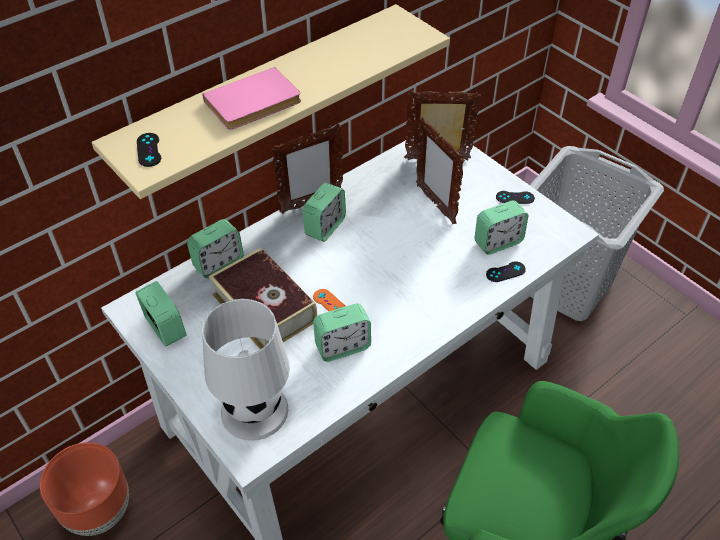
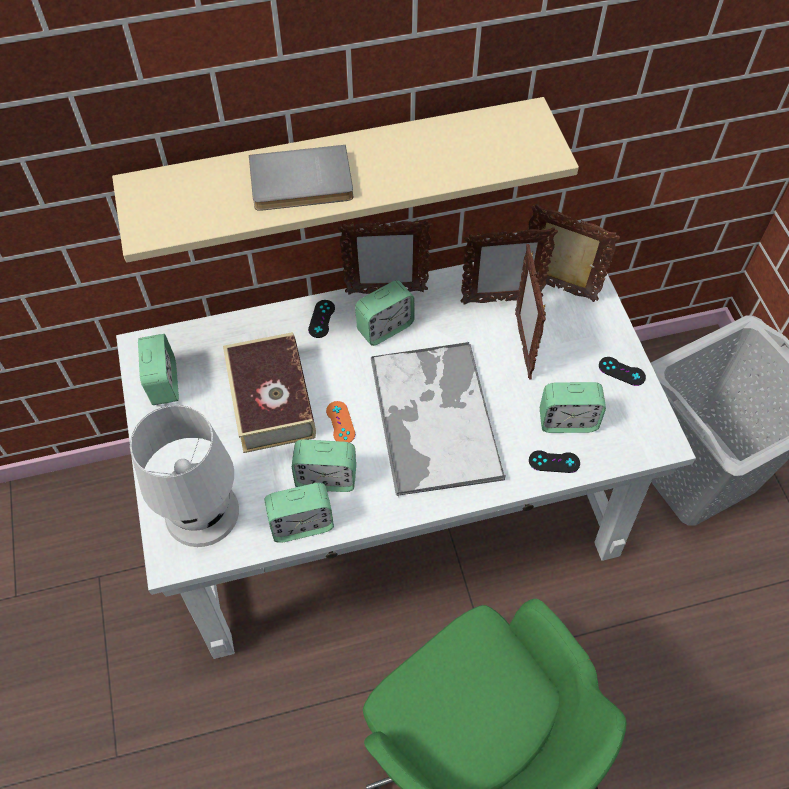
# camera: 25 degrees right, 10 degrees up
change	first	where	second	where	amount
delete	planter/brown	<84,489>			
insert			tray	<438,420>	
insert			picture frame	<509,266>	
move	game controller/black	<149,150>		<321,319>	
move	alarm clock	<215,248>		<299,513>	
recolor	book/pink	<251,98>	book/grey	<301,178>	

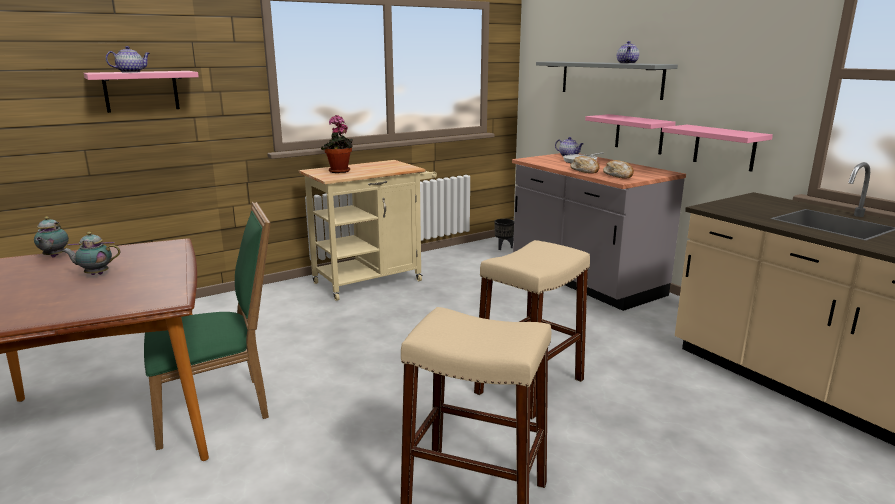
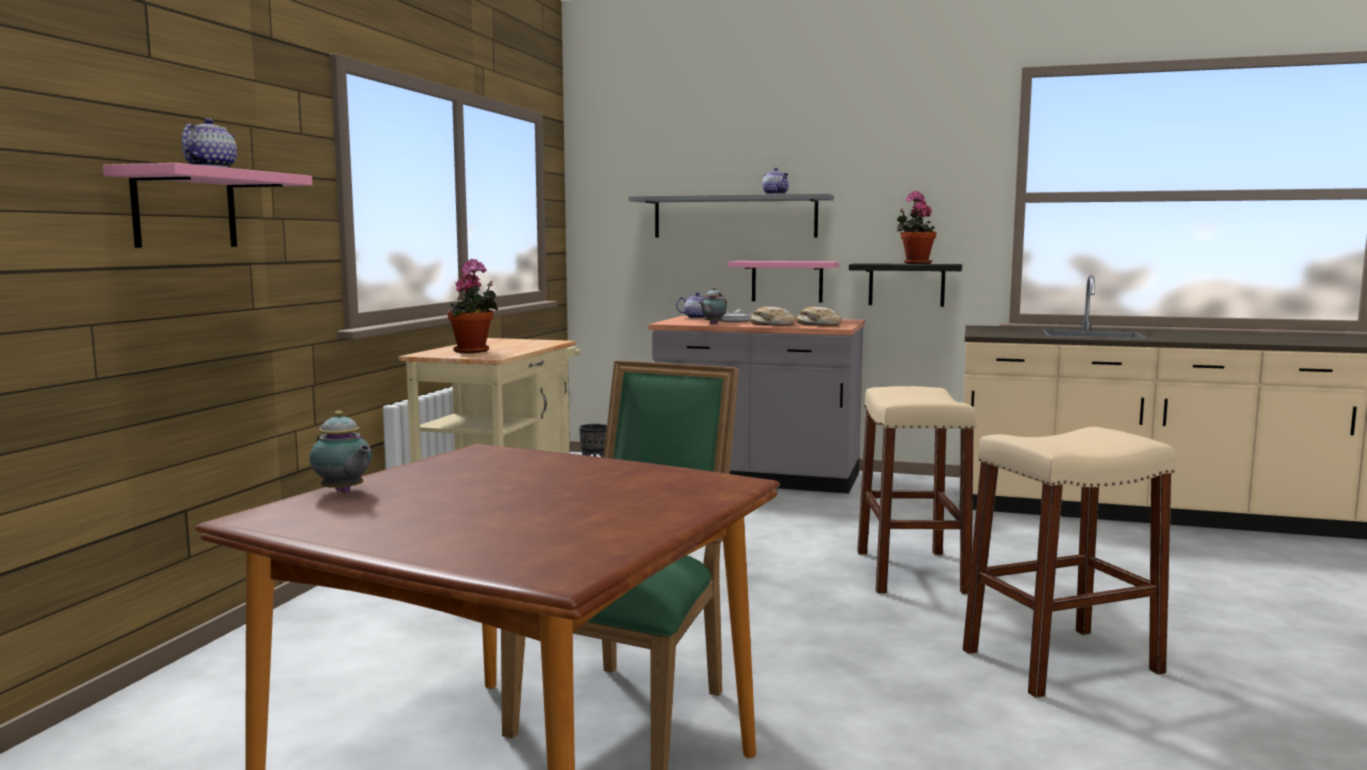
# camera: 40 degrees left, 10 degrees down
change	first	where	second	where	amount
insert			potted plant	<917,227>	
move	teapot	<92,253>		<713,305>	
recolor	shelf/pink	<717,148>	shelf/black	<905,285>	

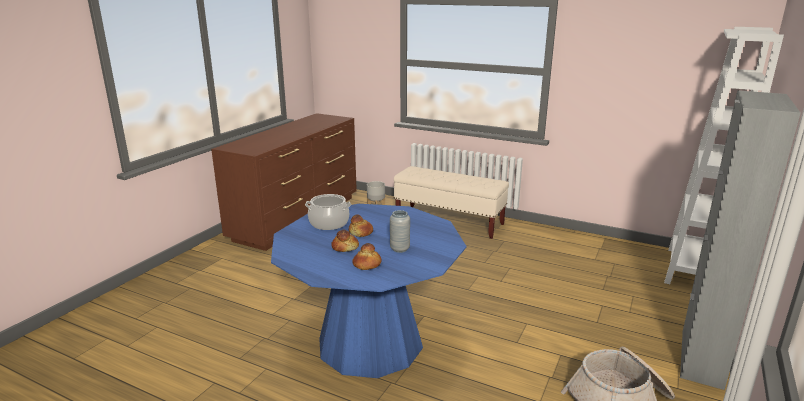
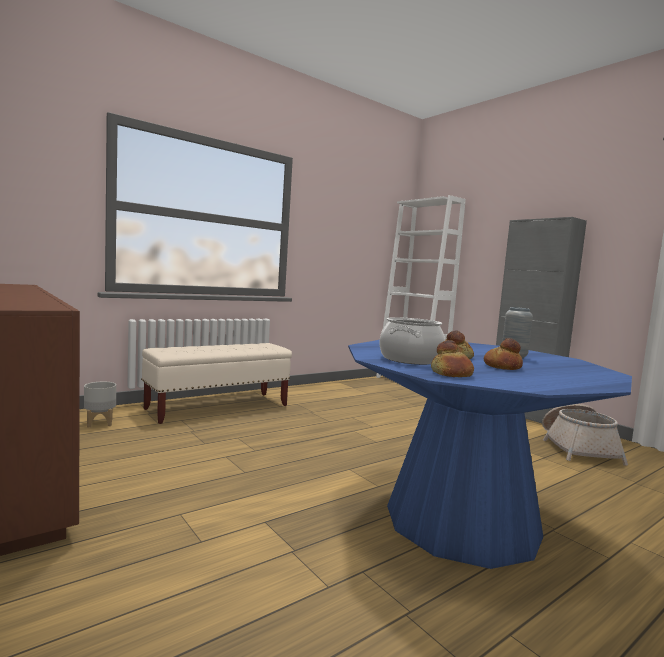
# camera: 65 degrees left, 15 degrees down
change	first	where	second	where	amount
move	bread	<367,256>		<452,358>	

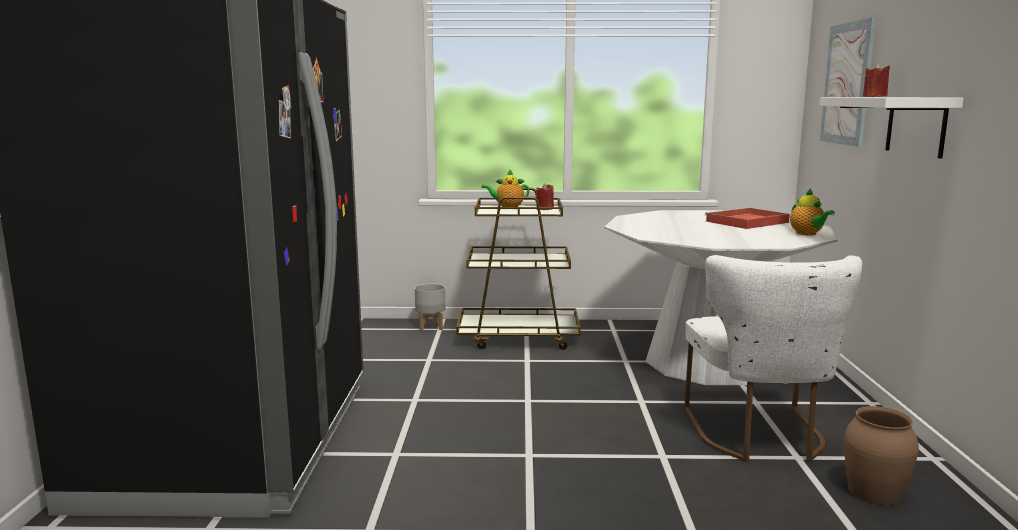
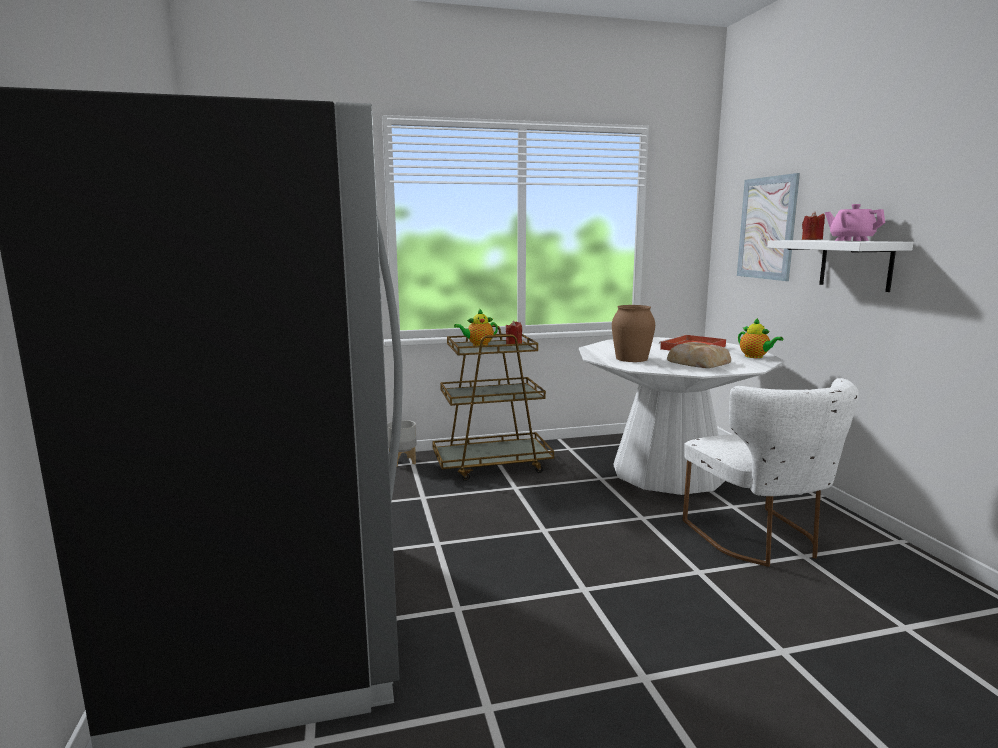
# camera: 15 degrees left, 0 degrees up
change	first	where	second	where	amount
insert			bread	<699,355>	
insert			teapot/pink	<855,222>	
move	vase/brown	<881,455>		<633,333>	

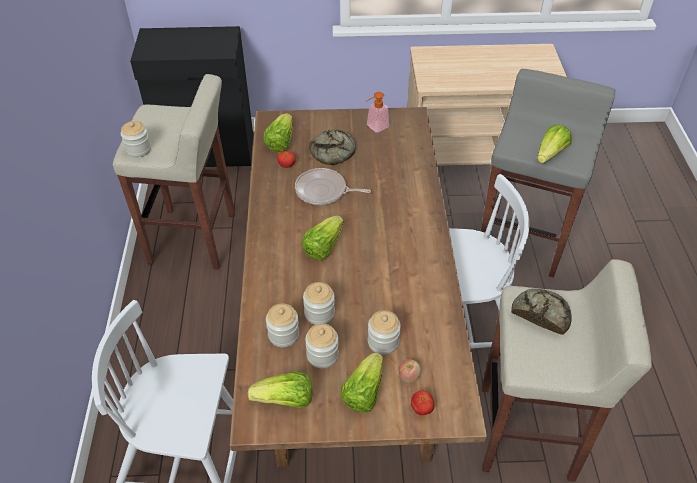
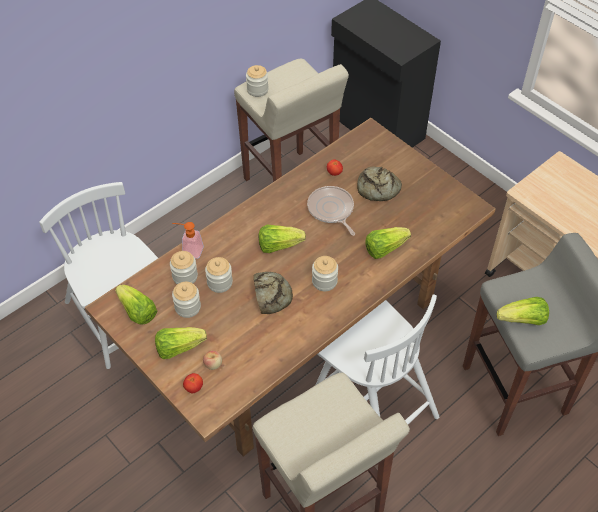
# camera: 50 degrees right, 5 degrees up
change	first	where	second	where	amount
move	lettuce	<277,132>		<388,243>	
move	soap dispenser	<377,112>		<188,240>	
move	jar	<384,332>		<325,273>	
move	bread	<541,312>		<273,293>	

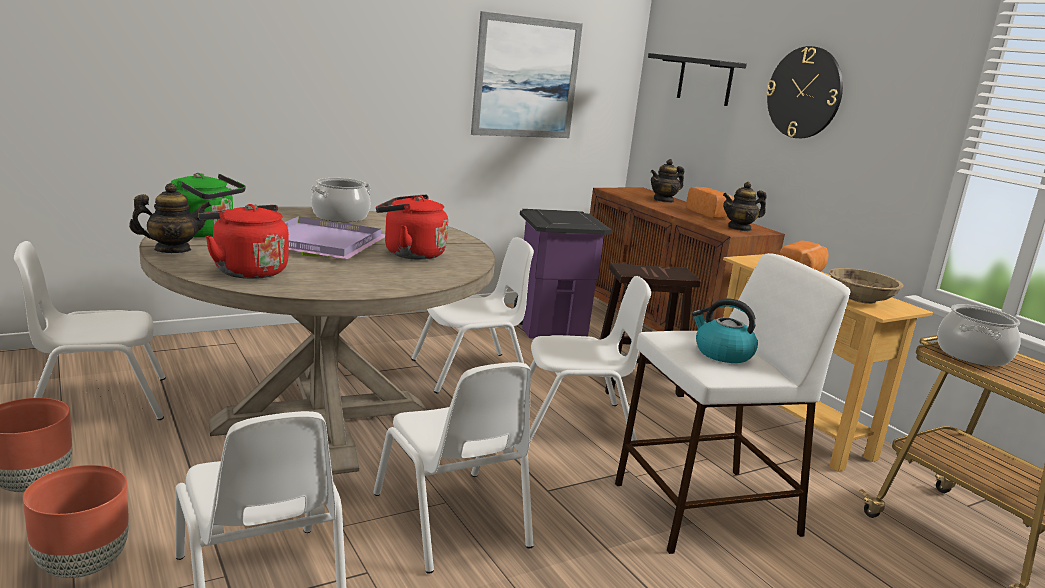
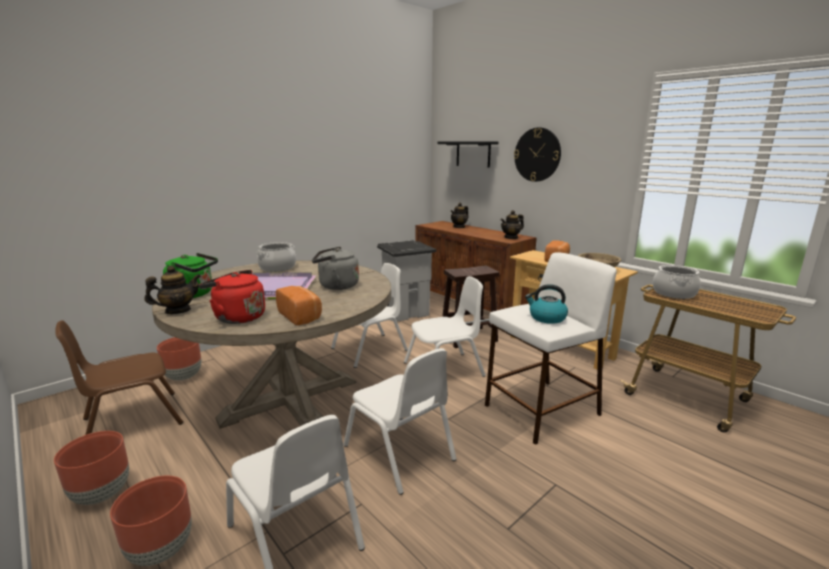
# camera: 10 degrees left, 0 degrees up
change	first	where	second	where	amount
delete	picture	<527,74>			
insert			planter/brown	<179,359>	
move	bread	<710,203>		<299,306>	
recolor	chair/white	<90,330>	chair/brown	<119,377>	
recolor	kettle/red	<412,227>	kettle/grey	<335,268>	
recolor	trash can/purple	<563,274>	trash can/grey	<407,280>	

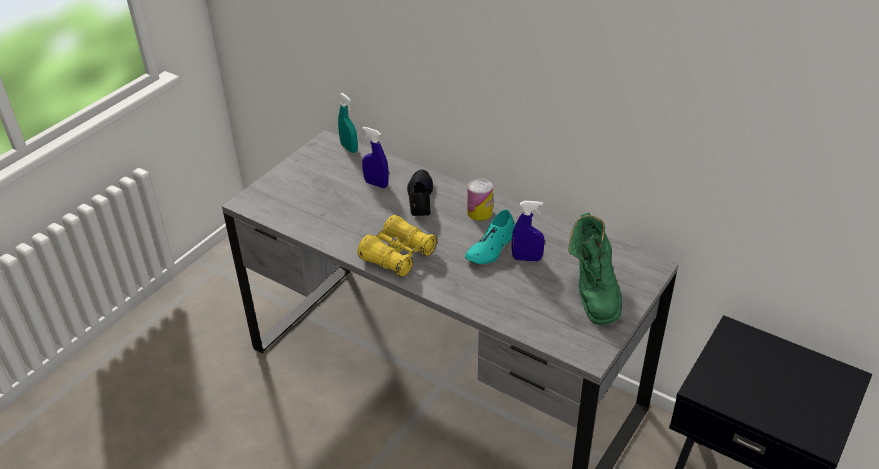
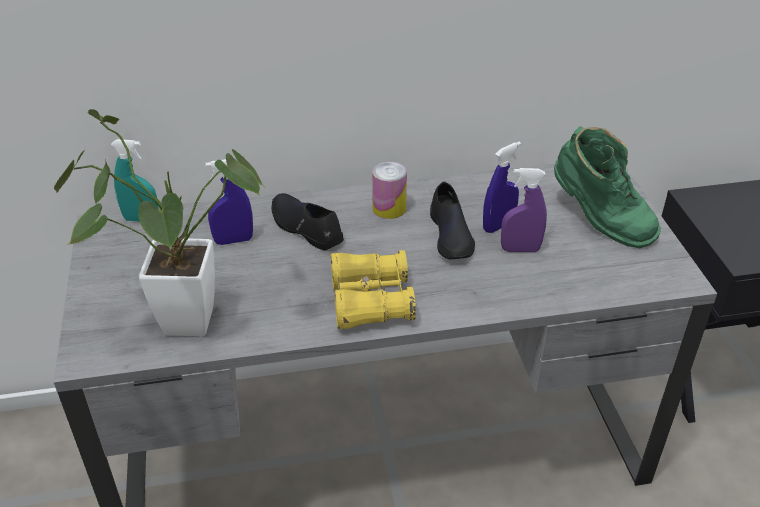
# camera: 45 degrees left, 0 degrees up
change	first	where	second	where	amount
insert			potted plant	<159,222>	
insert			spray bottle/purple	<524,210>	
recolor	shoe/turquoise	<490,236>	shoe/black	<452,220>	

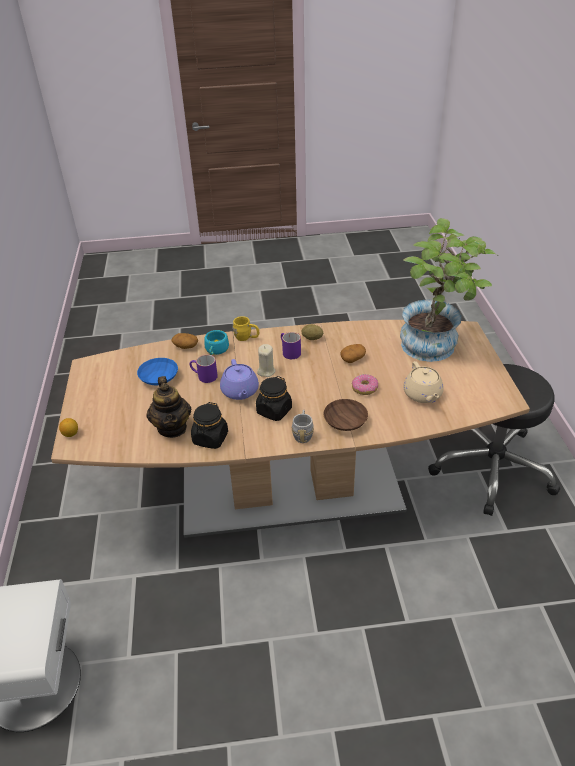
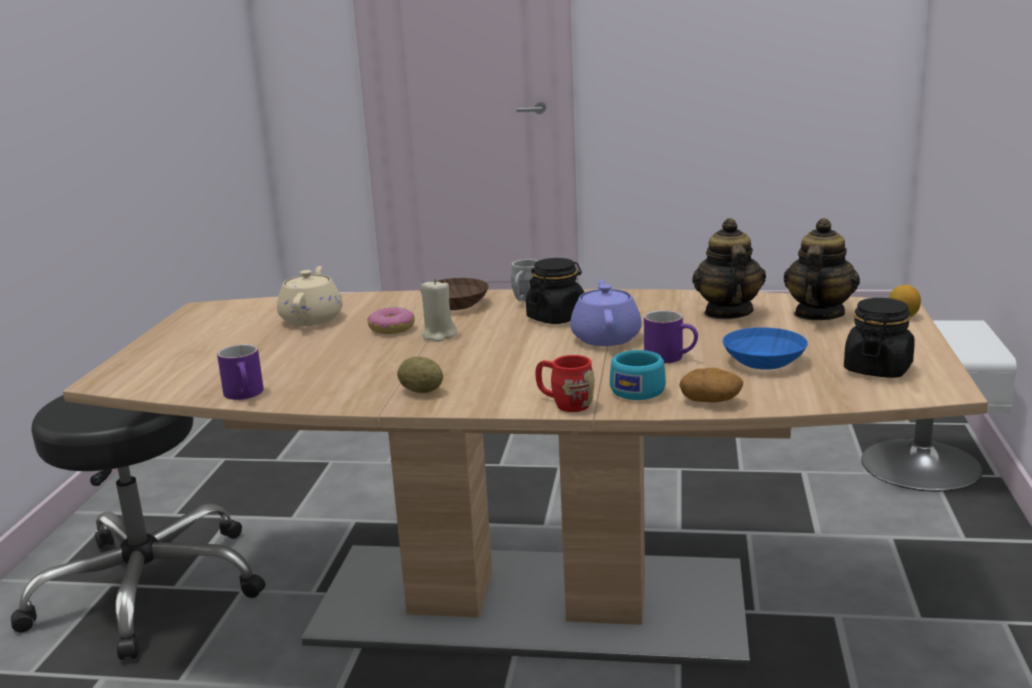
# camera: 165 degrees left, 20 degrees down
change	first	where	second	where	amount
delete	potato	<353,353>			
delete	potted plant	<448,290>			
insert			teapot	<822,269>	
move	jar/black	<209,425>		<879,338>	
move	candle/beige	<266,360>		<439,310>	
move	mug/purple	<291,345>		<240,372>	
recolor	mug/yellow	<246,328>	mug/red	<565,383>	

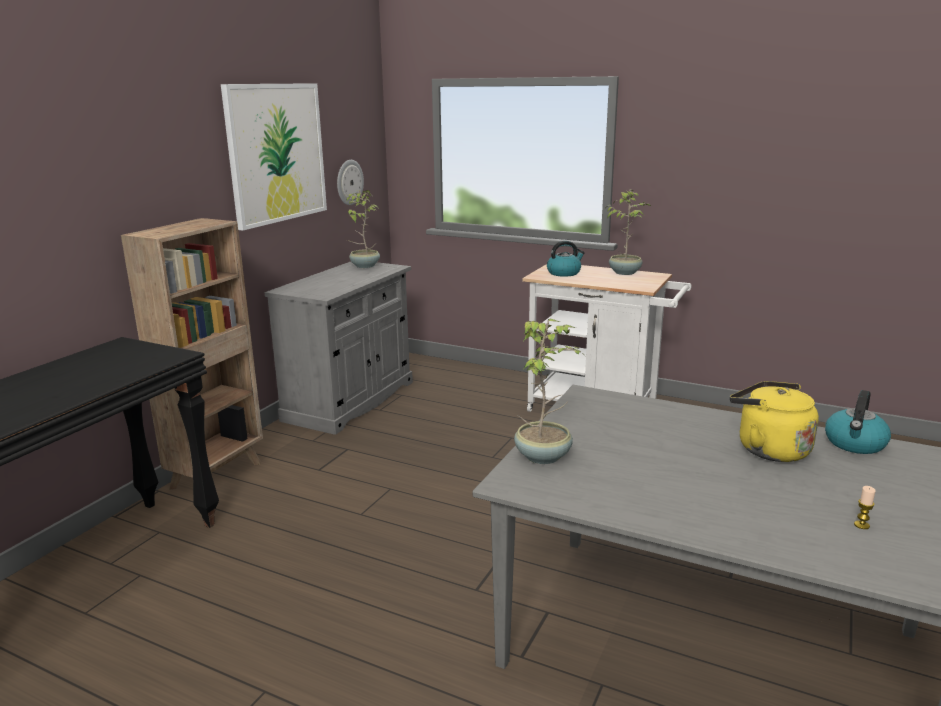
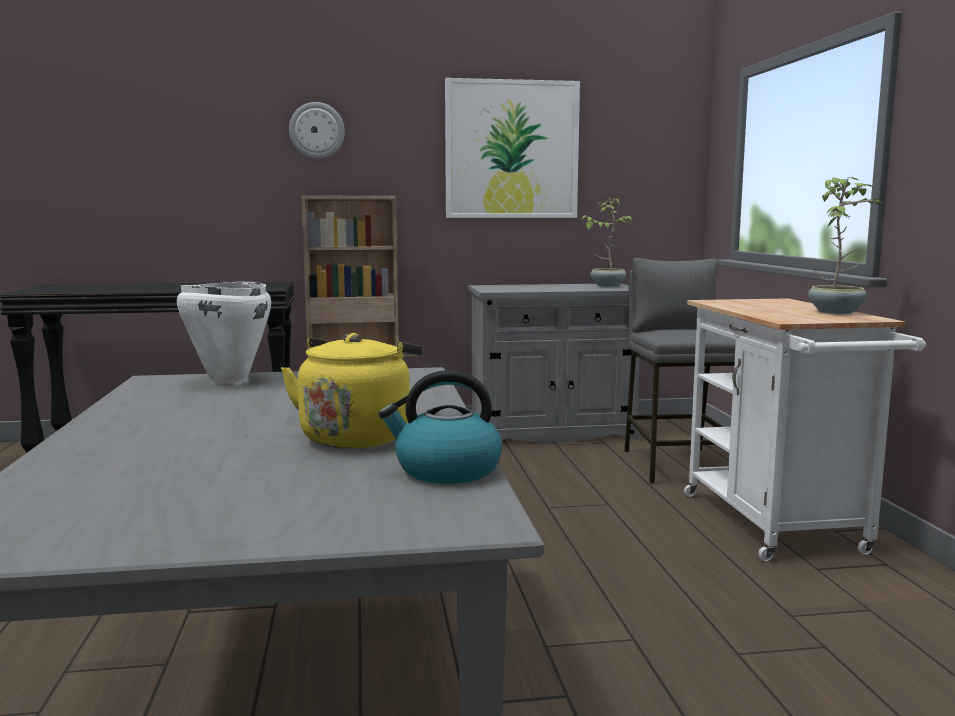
# camera: 55 degrees right, 10 degrees down
change	first	where	second	where	amount
delete	kettle	<566,259>			
delete	candle	<865,507>			
insert			stool/grey	<680,371>	
move	wall clock	<350,182>		<317,130>	
replace	potted plant	<549,391>	cooking pot/white	<224,332>	

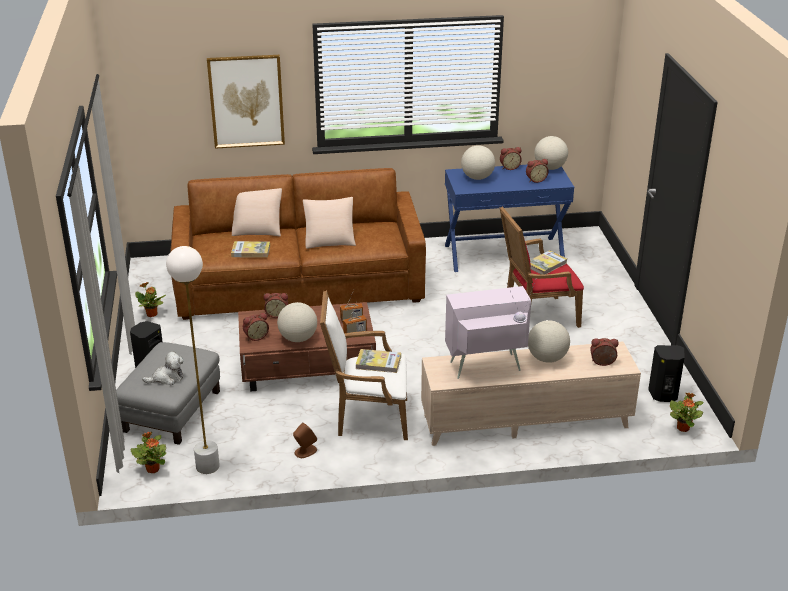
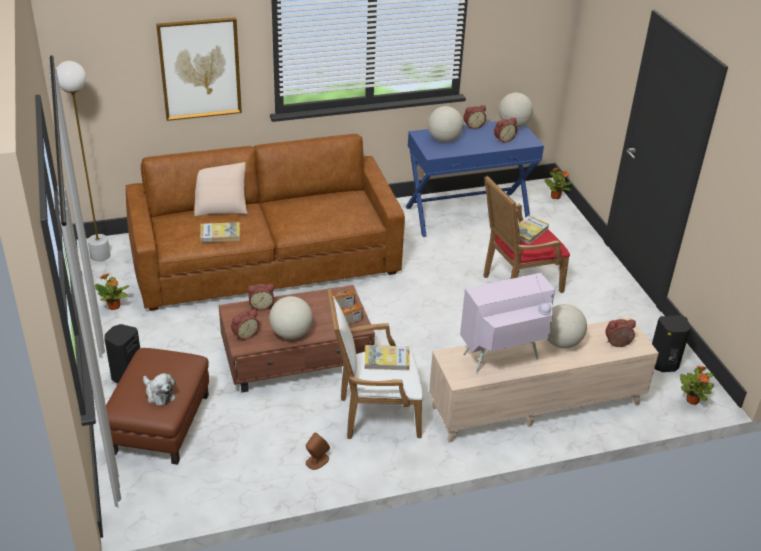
# camera: 10 degrees left, 5 degrees up
change	first	where	second	where	amount
delete	pillow/beige	<329,223>			
move	potted plant	<148,452>		<558,183>	
move	floor lamp/white	<193,360>		<83,161>	
recolor	ottoman/grey	<168,393>	ottoman/brown	<157,406>	
rotate	plush toy	<163,368>		<159,389>	75 degrees clockwise

